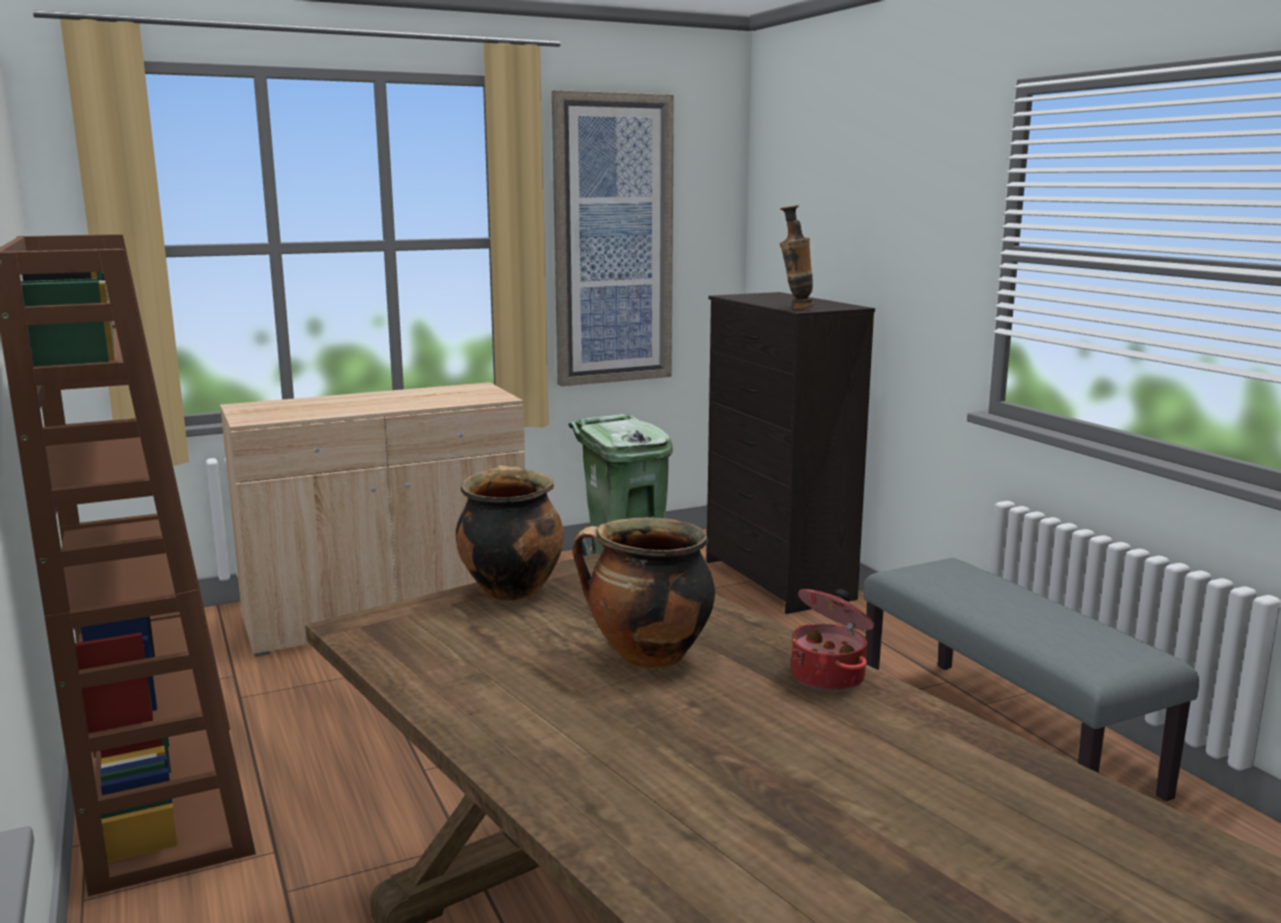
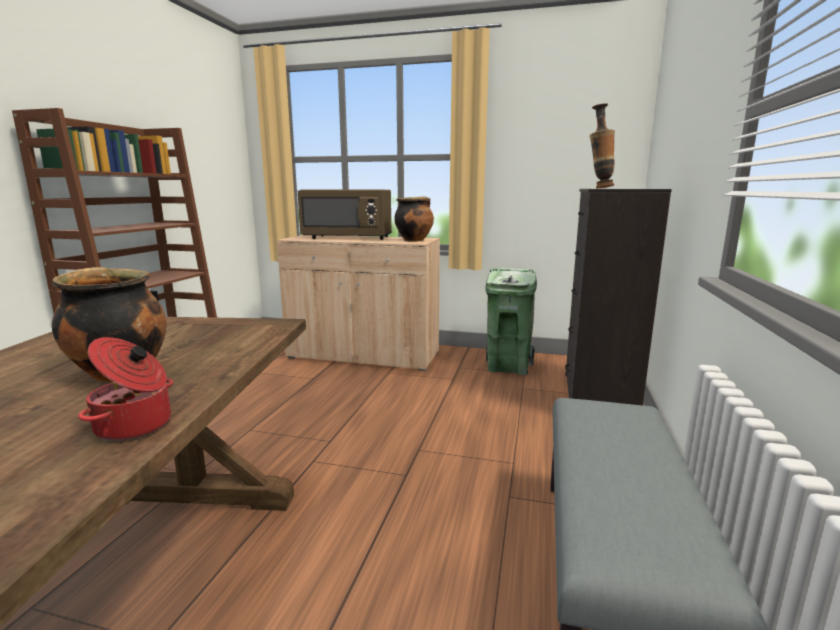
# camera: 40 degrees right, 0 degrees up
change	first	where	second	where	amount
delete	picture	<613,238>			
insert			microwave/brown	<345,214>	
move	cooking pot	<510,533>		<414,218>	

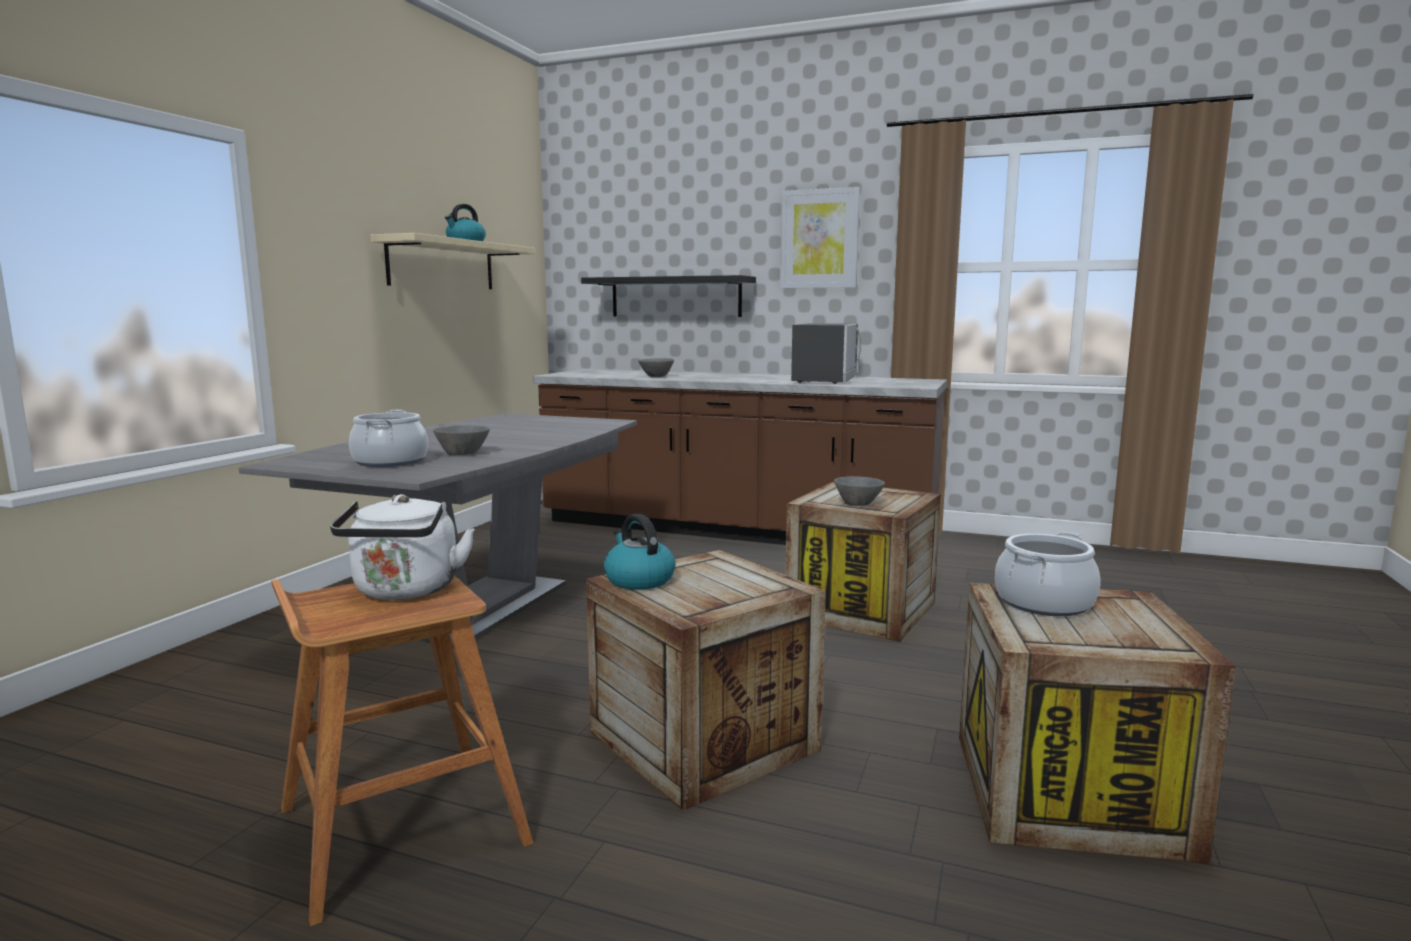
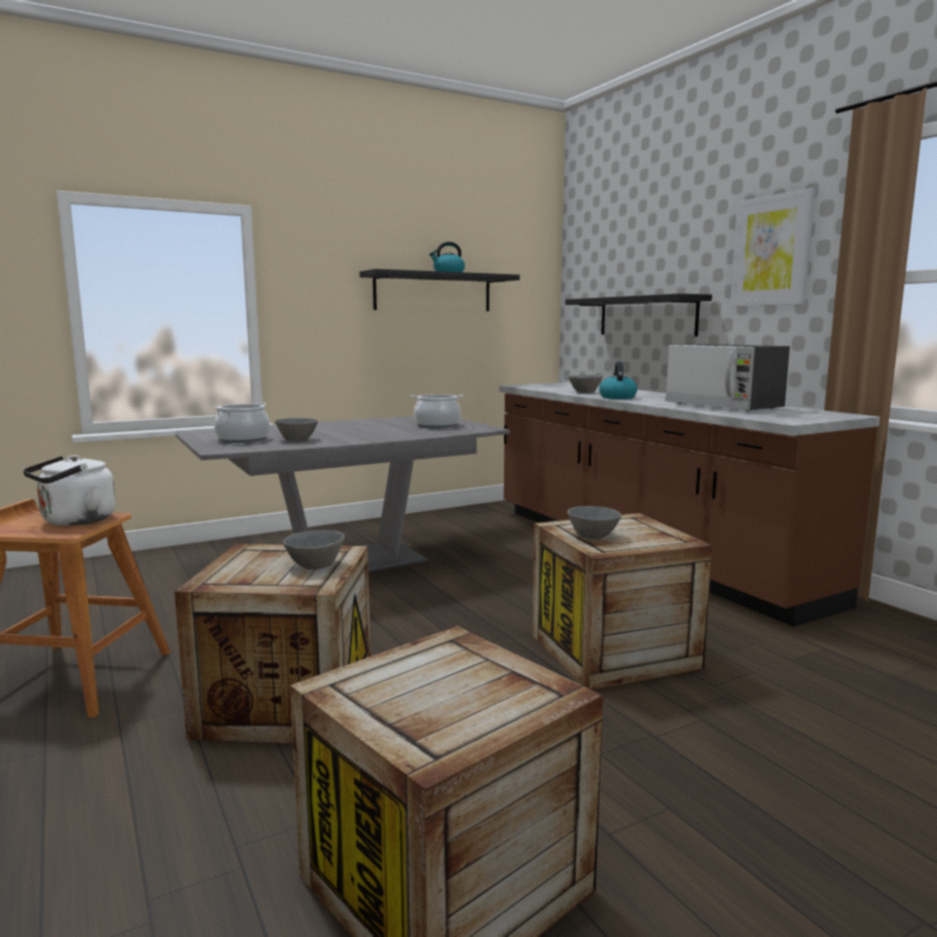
# camera: 40 degrees right, 0 degrees up
change	first	where	second	where	amount
insert			bowl/grey	<314,550>	
move	kettle	<640,552>		<618,380>	
move	cooking pot	<1048,574>		<437,411>	
recolor	shelf/beige	<452,261>	shelf/black	<440,290>	
rotate	microwave	<826,353>		<727,378>	90 degrees clockwise

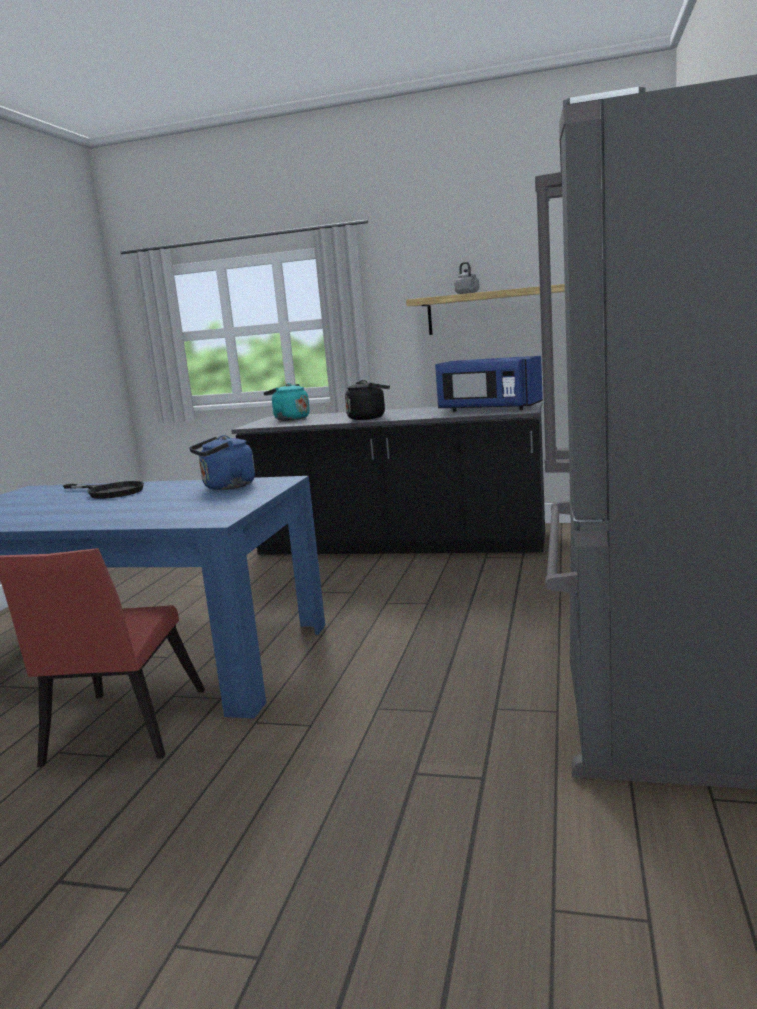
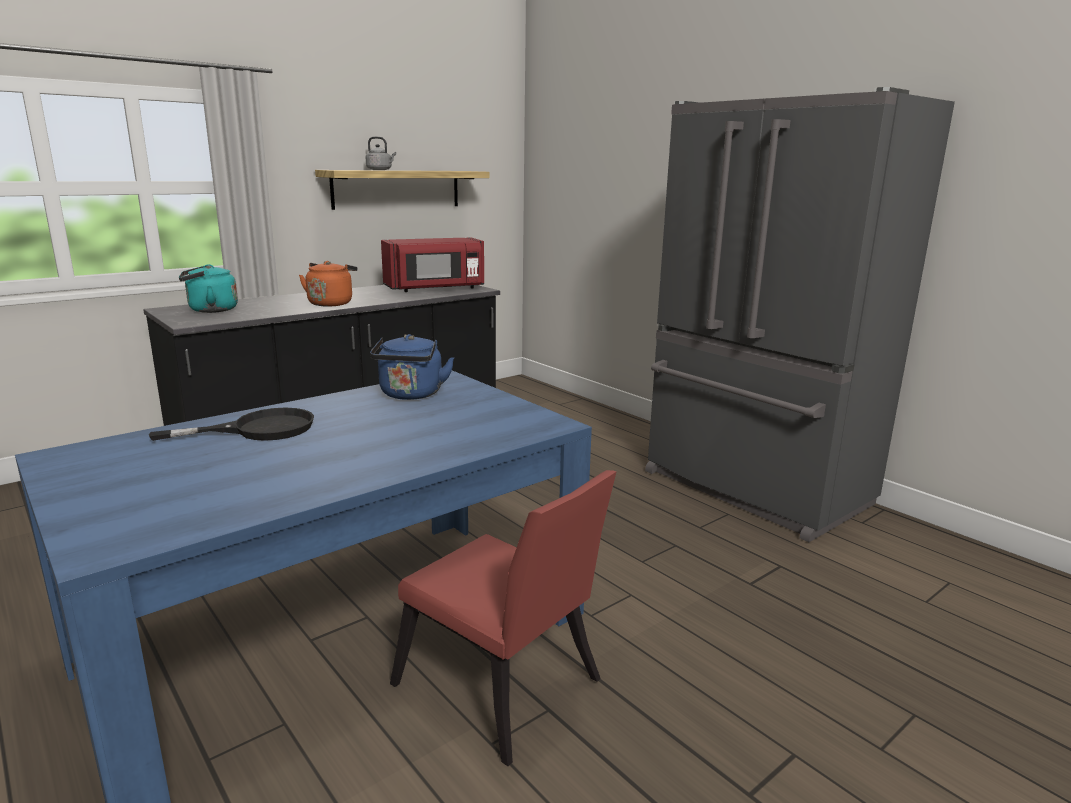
# camera: 55 degrees left, 5 degrees up
change	first	where	second	where	amount
recolor	kettle/black	<367,400>	kettle/orange	<328,283>	
recolor	microwave/blue	<489,383>	microwave/red	<432,264>	

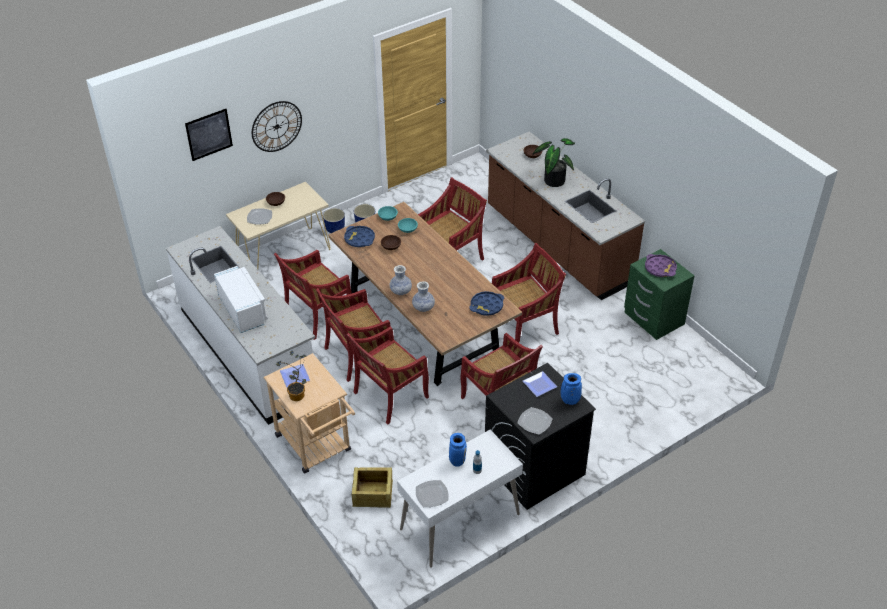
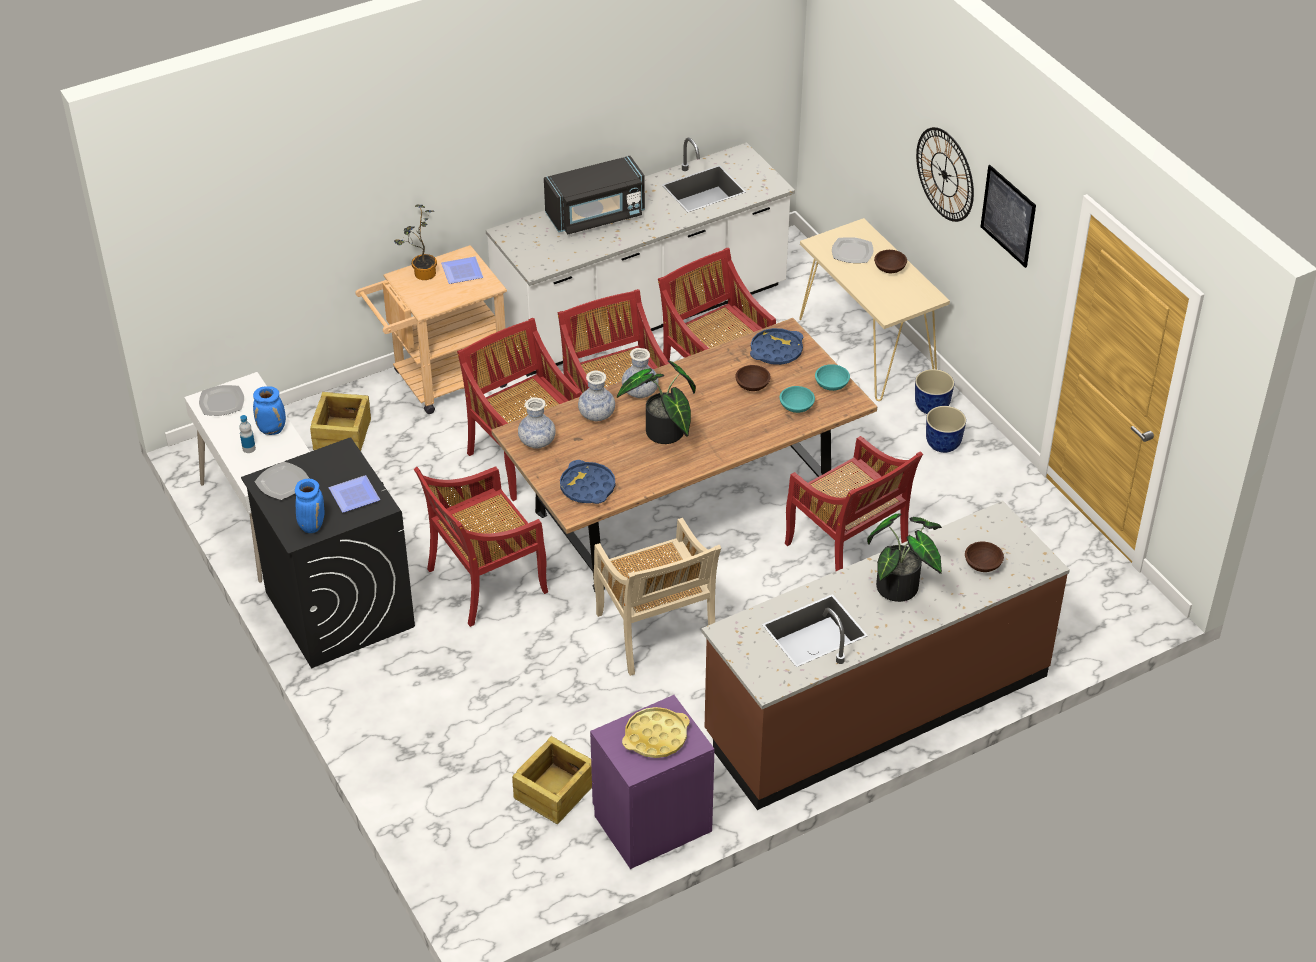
# camera: 95 degrees right, 0 degrees up
change	first	where	second	where	amount
insert			crate	<552,780>	
insert			vase	<537,423>	
insert			potted plant	<656,402>	
move	picture	<209,135>		<1008,216>	
recolor	microwave/white	<241,299>	microwave/black	<594,195>	
recolor	chair/red	<529,293>	chair/beige	<657,597>	
recolor	nightstand/green	<659,294>	nightstand/purple	<652,782>	
recolor	tray/purple	<661,265>	tray/yellow	<656,732>	

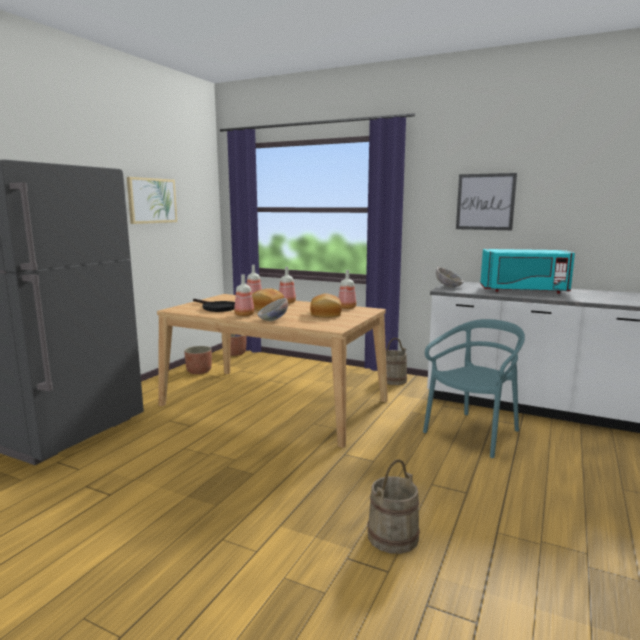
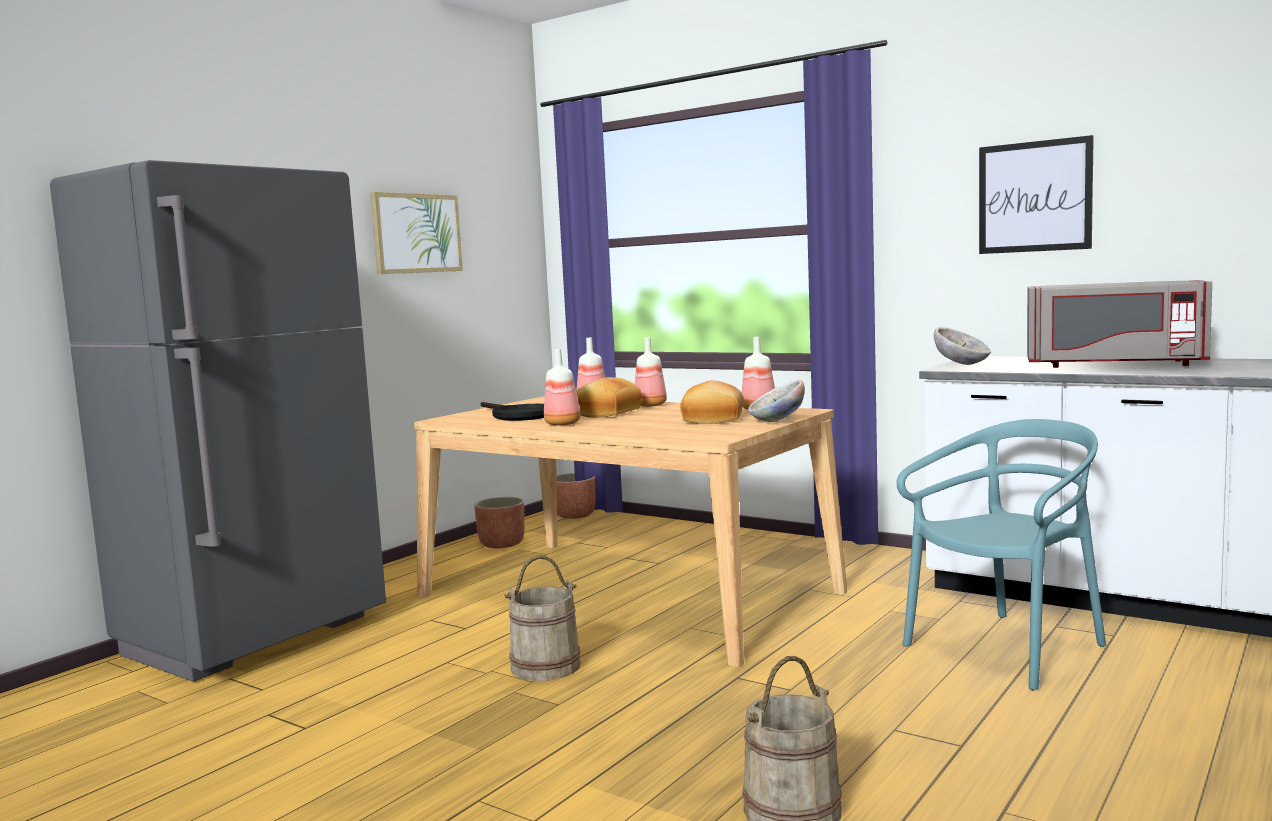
# camera: 10 degrees right, 5 degrees down
change	first	where	second	where	amount
move	bowl	<272,309>		<776,401>	
move	bucket/beige	<396,361>		<542,618>	
recolor	microwave/turquoise	<527,271>	microwave/grey	<1119,324>	

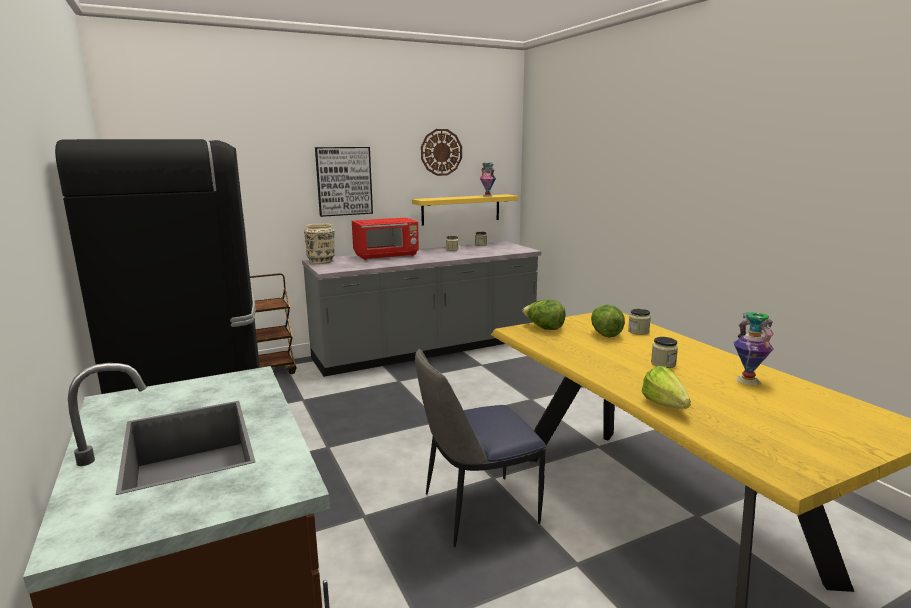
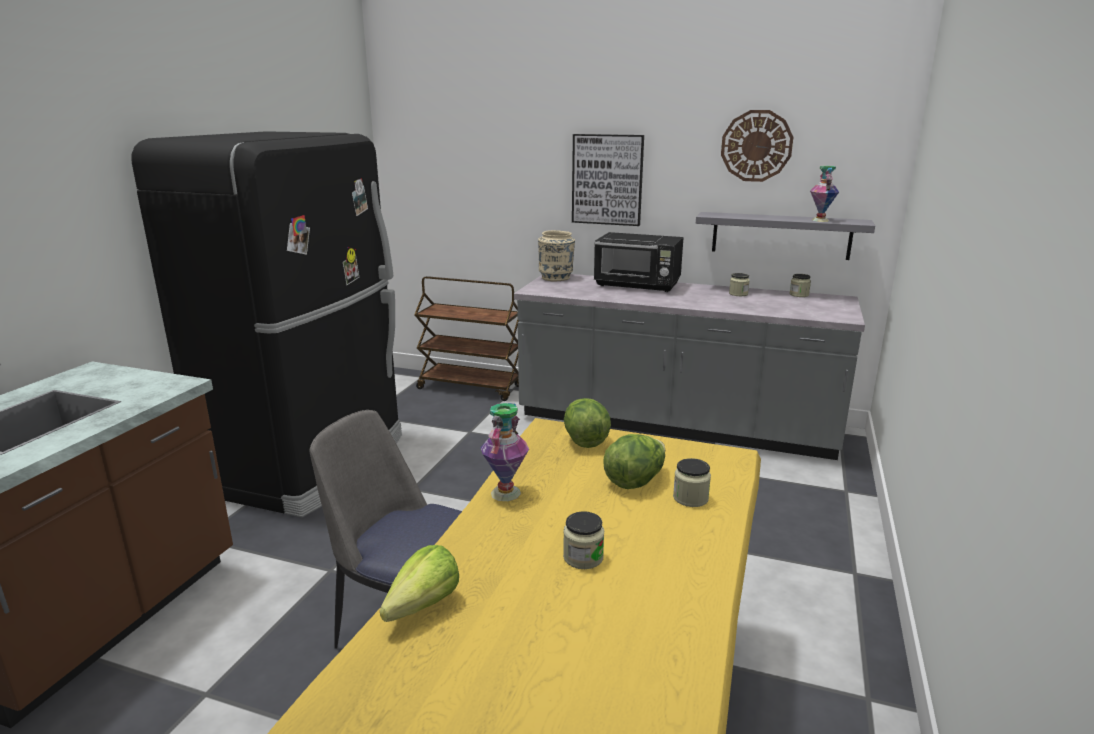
# camera: 45 degrees right, 5 degrees up
change	first	where	second	where	amount
move	vase	<753,348>		<504,452>	
recolor	microwave/red	<385,239>	microwave/black	<639,262>	
recolor	shelf/yellow	<465,209>	shelf/grey	<785,236>	

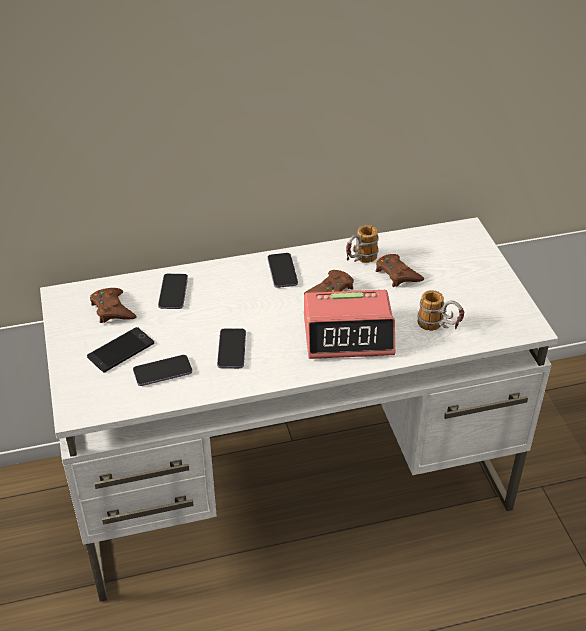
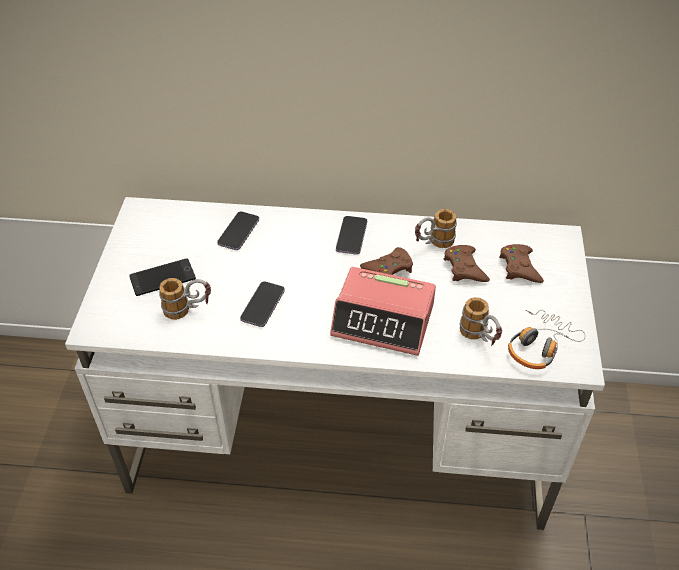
# camera: 20 degrees right, 5 degrees up
change	first	where	second	where	amount
insert			headphones	<547,339>	
move	game controller/brown	<113,305>		<521,263>	
replace	phone	<162,370>	mug	<185,299>	

